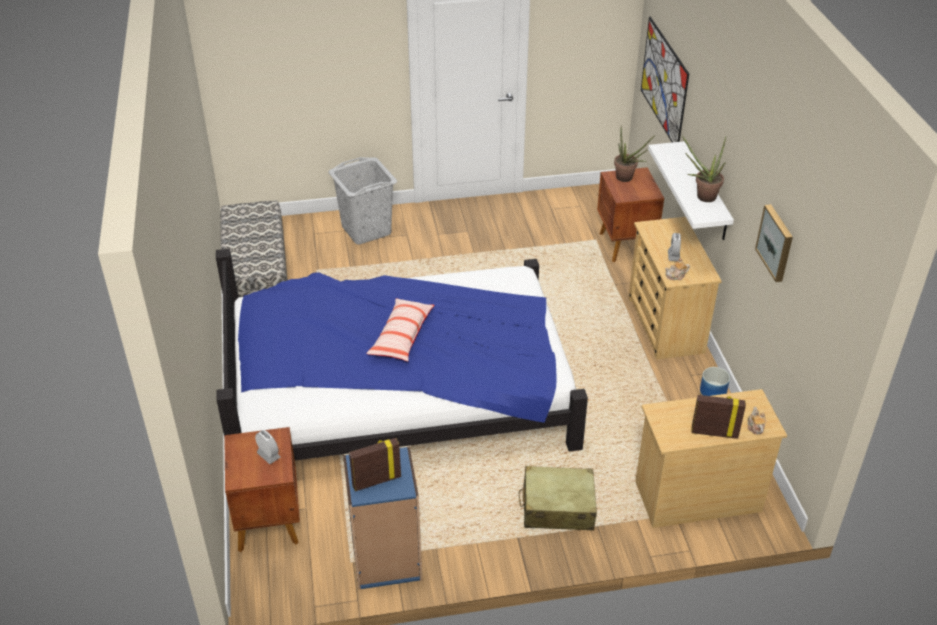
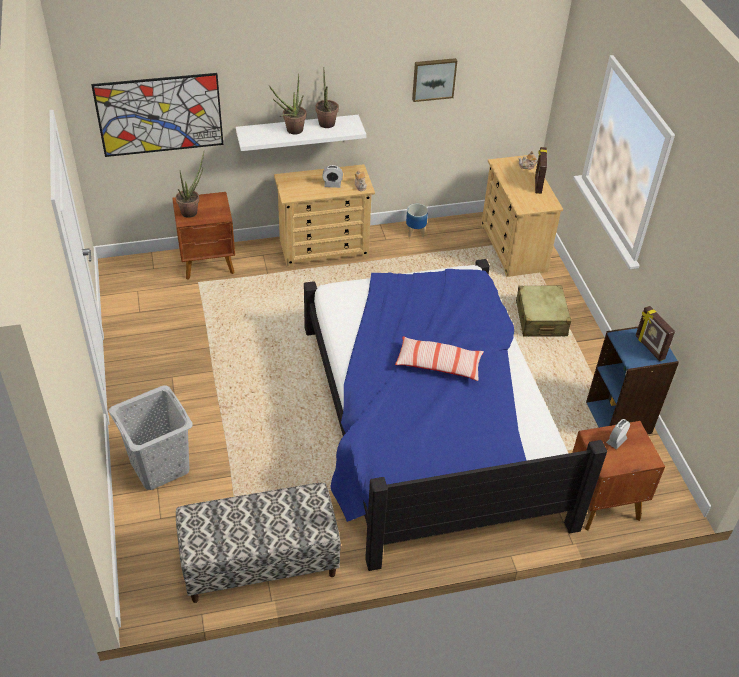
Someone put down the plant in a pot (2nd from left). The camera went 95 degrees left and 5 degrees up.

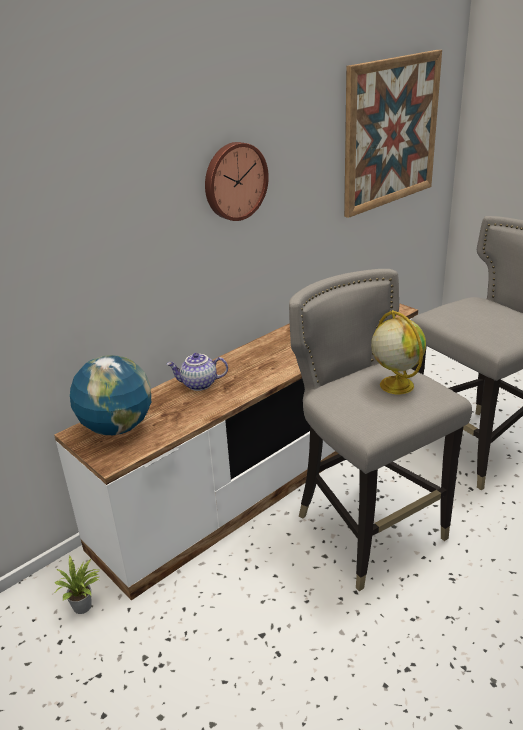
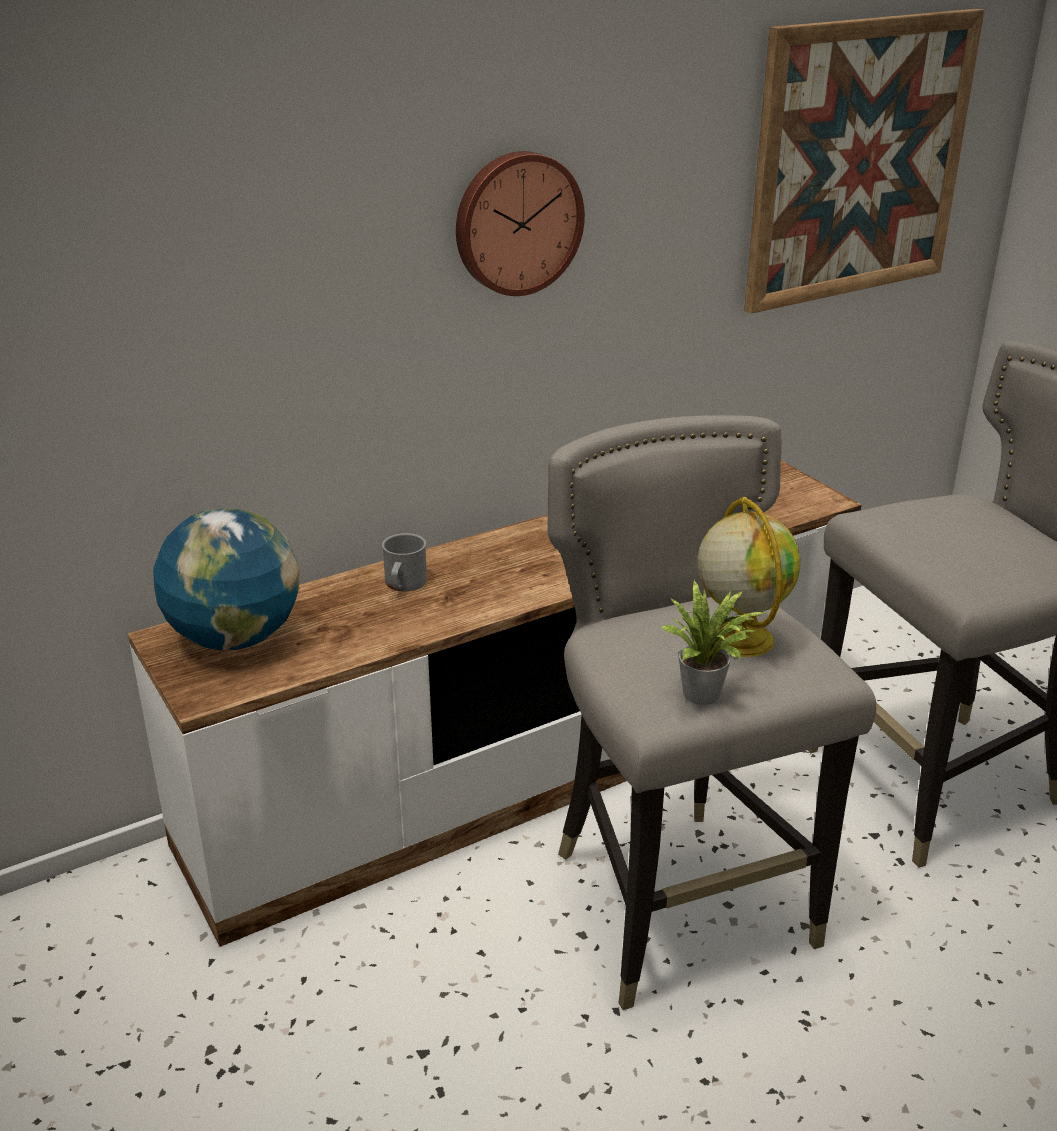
Someone carried the plant in a pot. Someone swapped the tea pot for the gray mug. The camera went 10 degrees right and 0 degrees up.

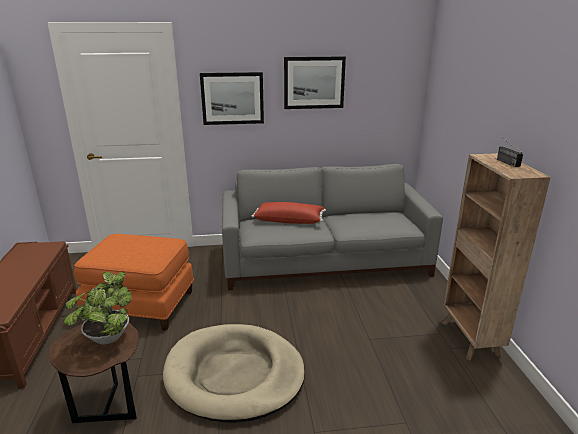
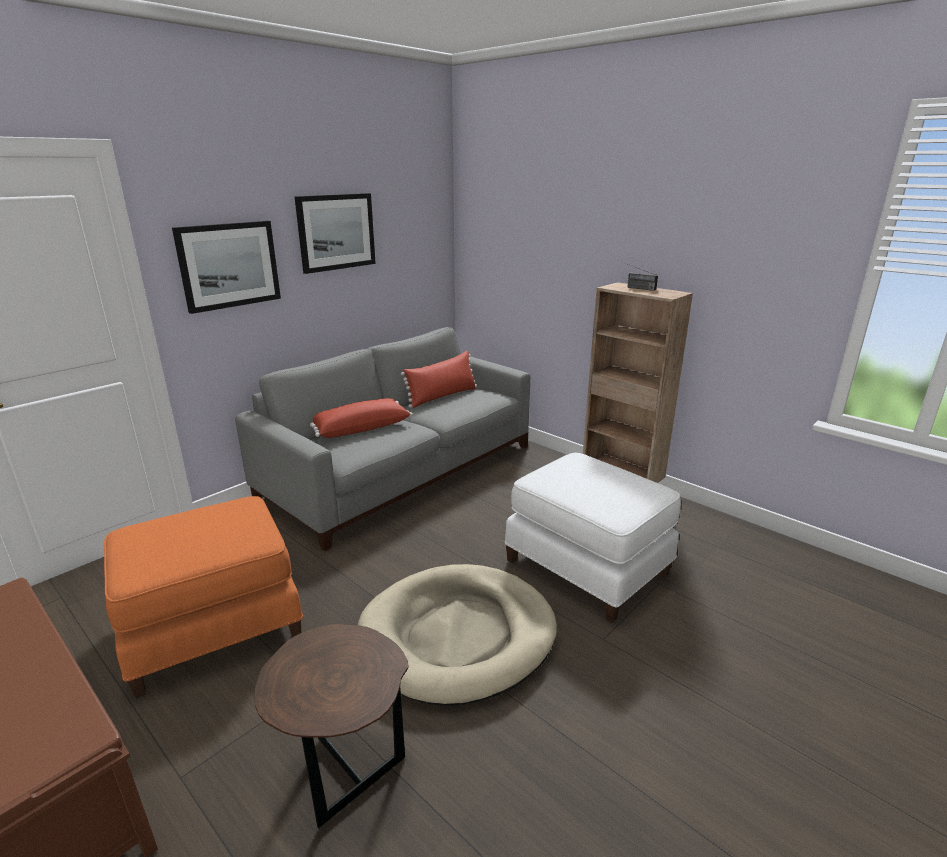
Someone took away the plant in a pot. Someone put down the red-coloured cushion (2nd from left). Someone put down the whitish pouffe. The camera went 40 degrees left and 0 degrees up.

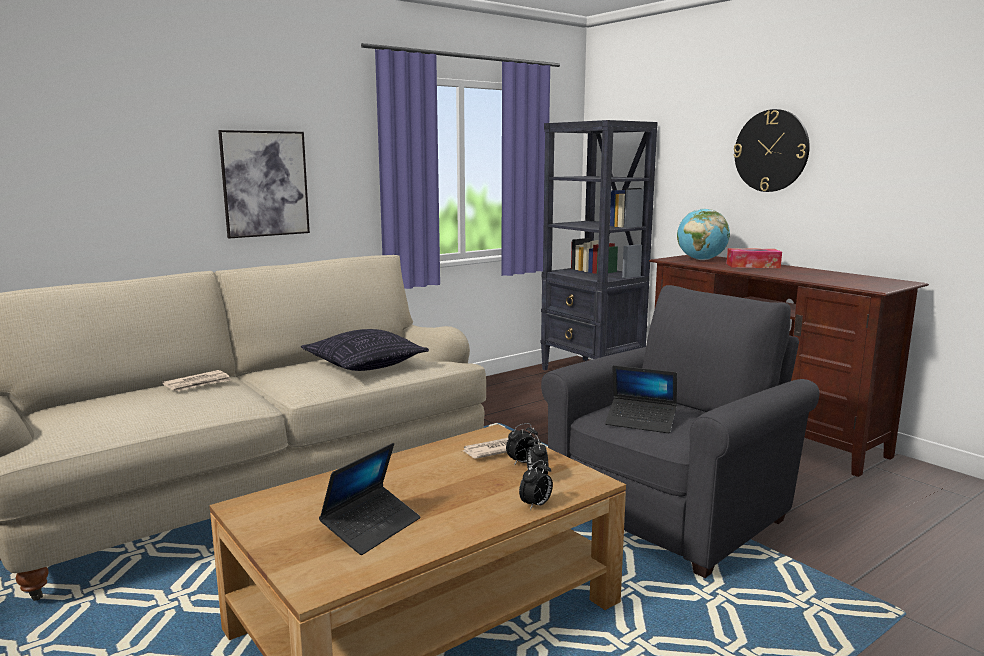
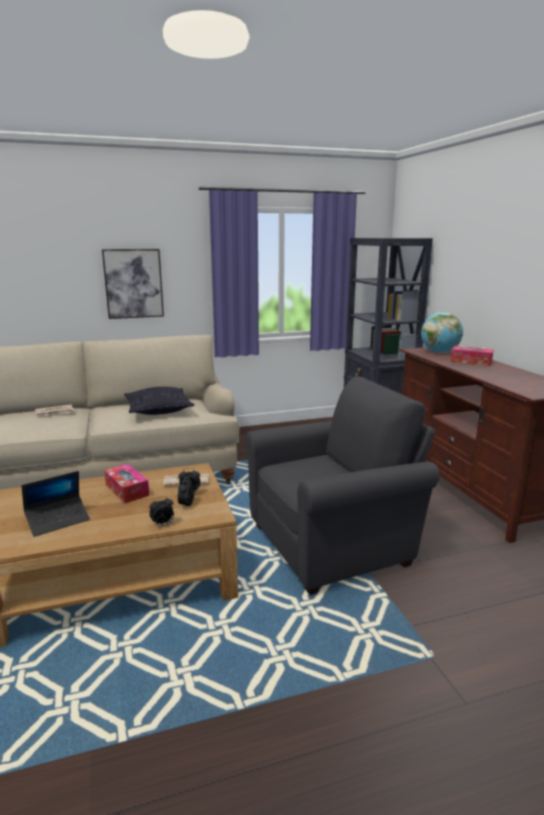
Someone took away the notebook computer (2nd from left). Someone took away the clock on the wall. Someone put down the tissue holder (1st from left). The camera went 20 degrees right and 5 degrees up.

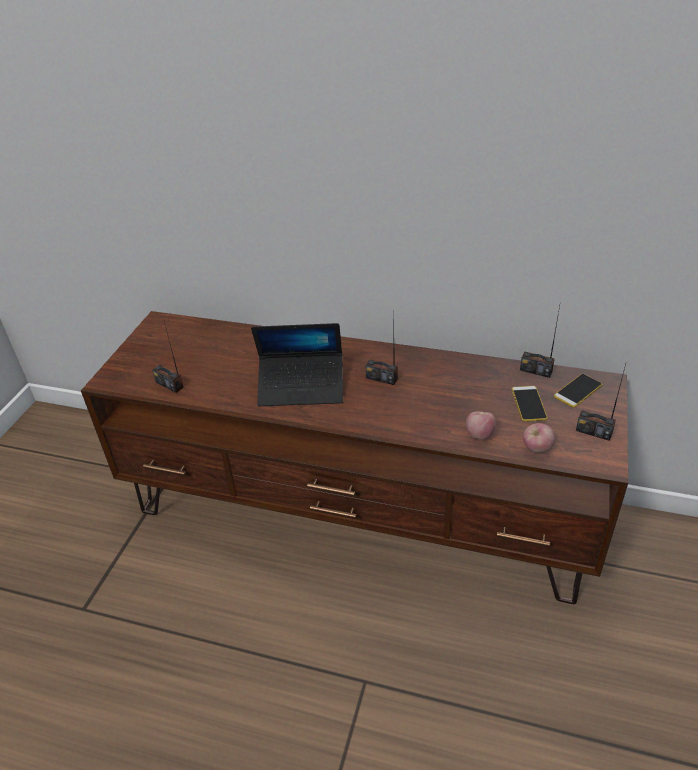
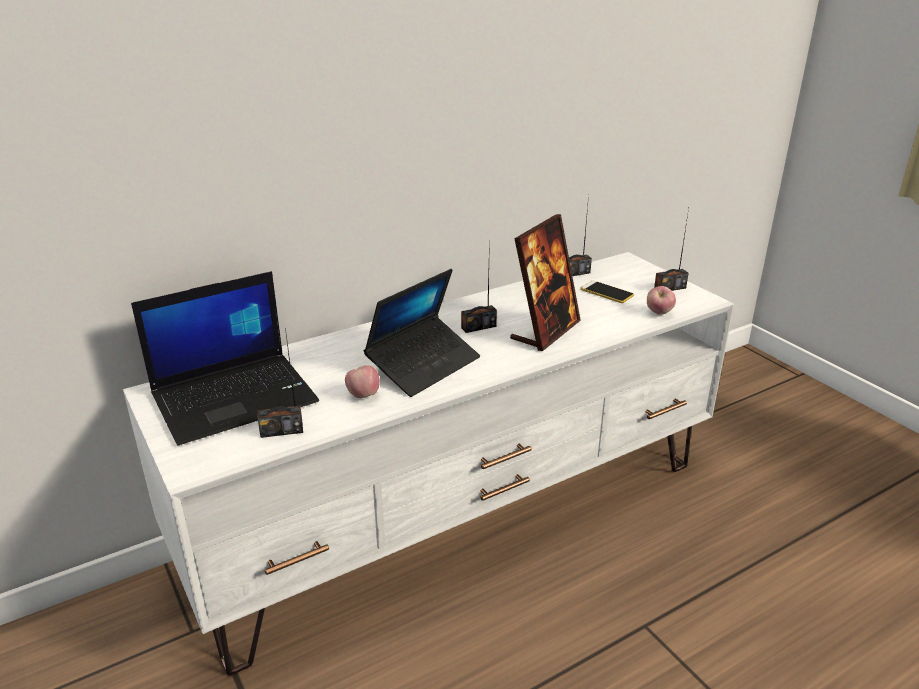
Someone took away the telephone (2nd from left). Someone put down the notebook computer (1st from left). Someone put down the picture frame. Someone carried the whole apple (1st from left). Someone repainted the brown-coloured tv stand, which became the whitish tv stand. The camera went 50 degrees left and 10 degrees down.

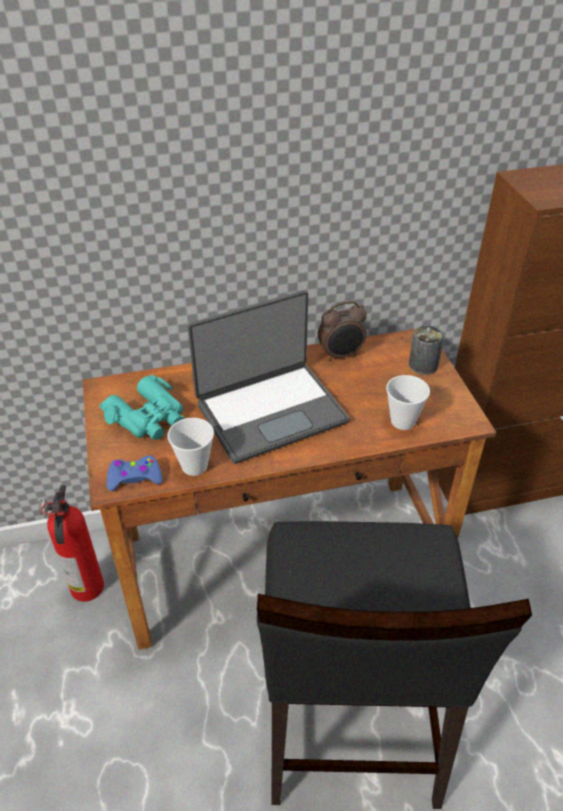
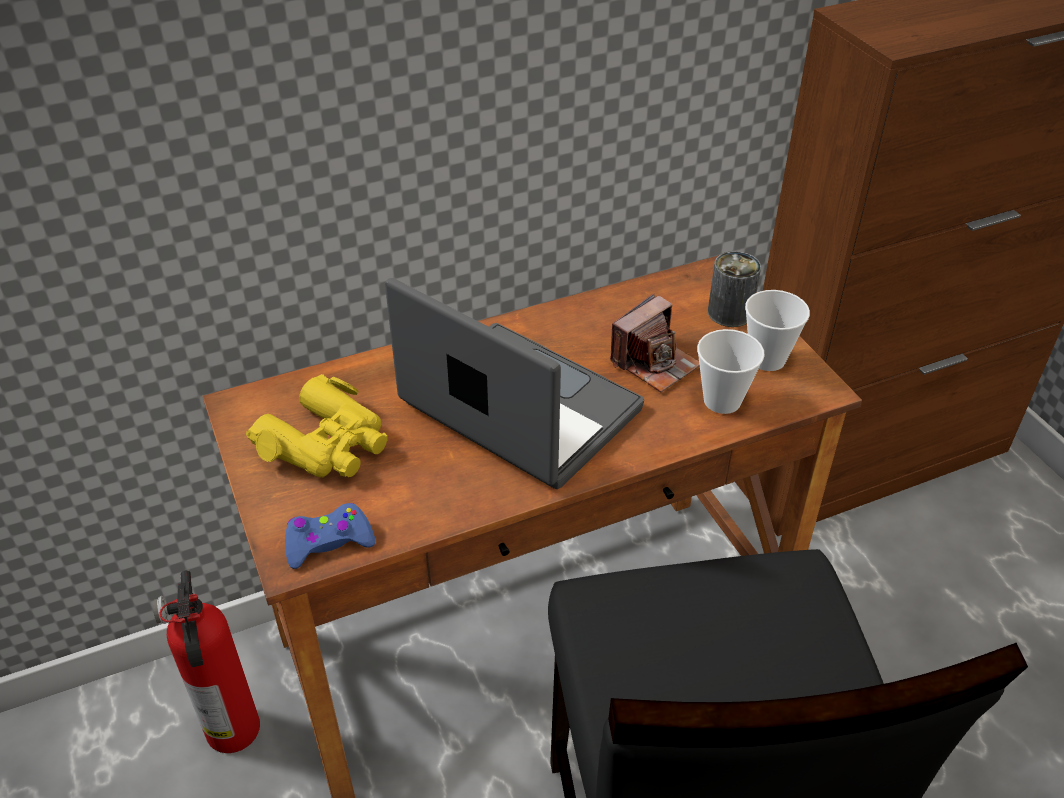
Someone took away the alarm clock. Someone put down the photo camera. Someone carried the cup (1st from left in the first image). Someone repainted the blue-green pair of binoculars, which became the yellow pair of binoculars. Someone rotated the notebook computer by 105 degrees counterclockwise. The camera went 10 degrees left and 0 degrees up.

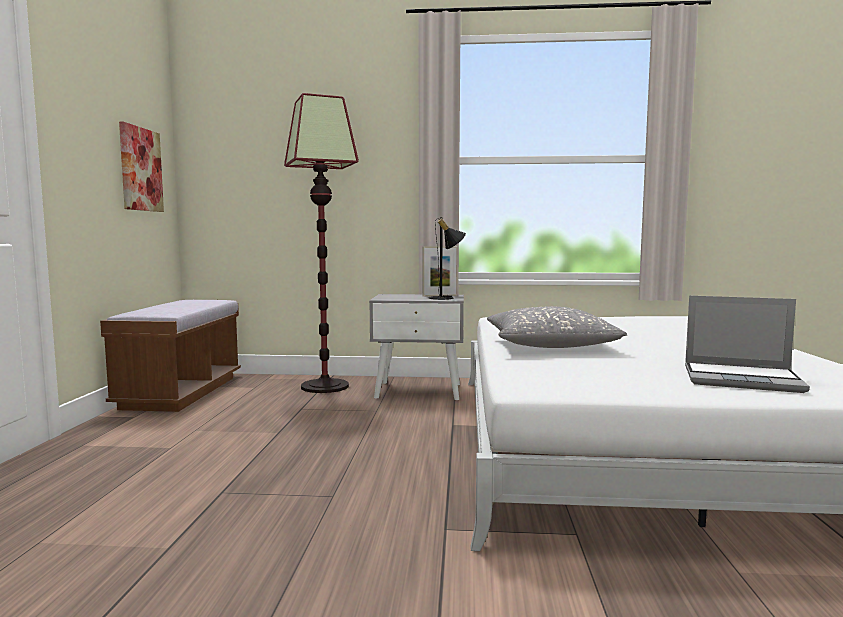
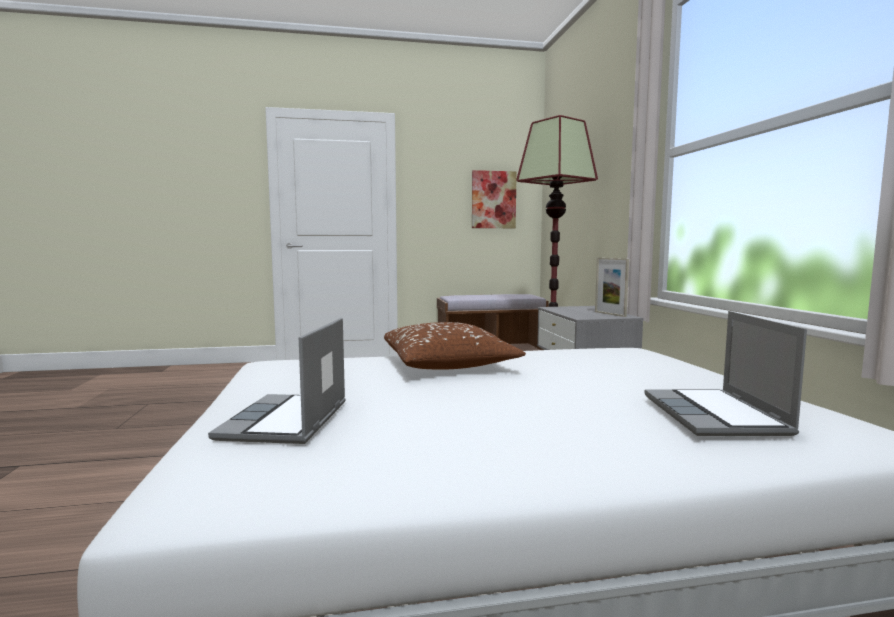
Someone took away the black-coloured lamp for a table. Someone put down the notebook computer (2nd from left). Someone repainted the gray cushion, which became the brown-coloured cushion. The camera went 75 degrees right and 0 degrees up.

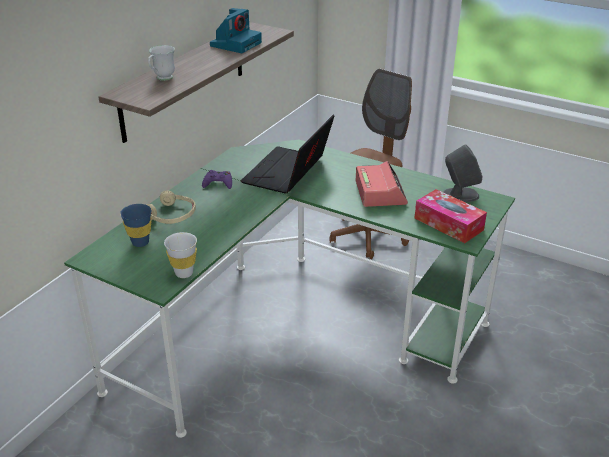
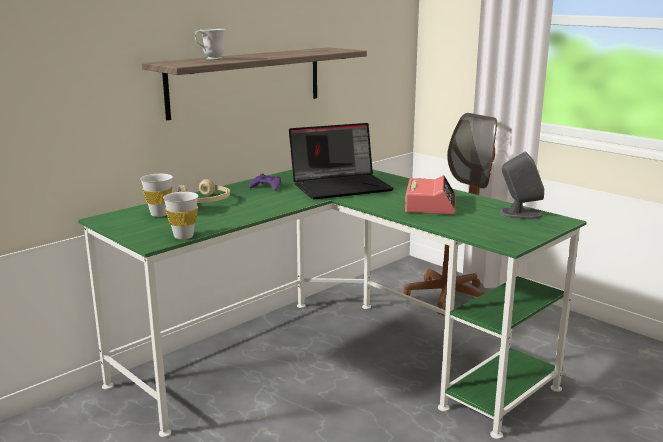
Someone took away the photo camera. Someone took away the tissue holder. Someone repainted the blue cup, which became the whitish cup (1st from left). Someone rotated the notebook computer by 150 degrees counterclockwise. The camera went 15 degrees right and 15 degrees down.

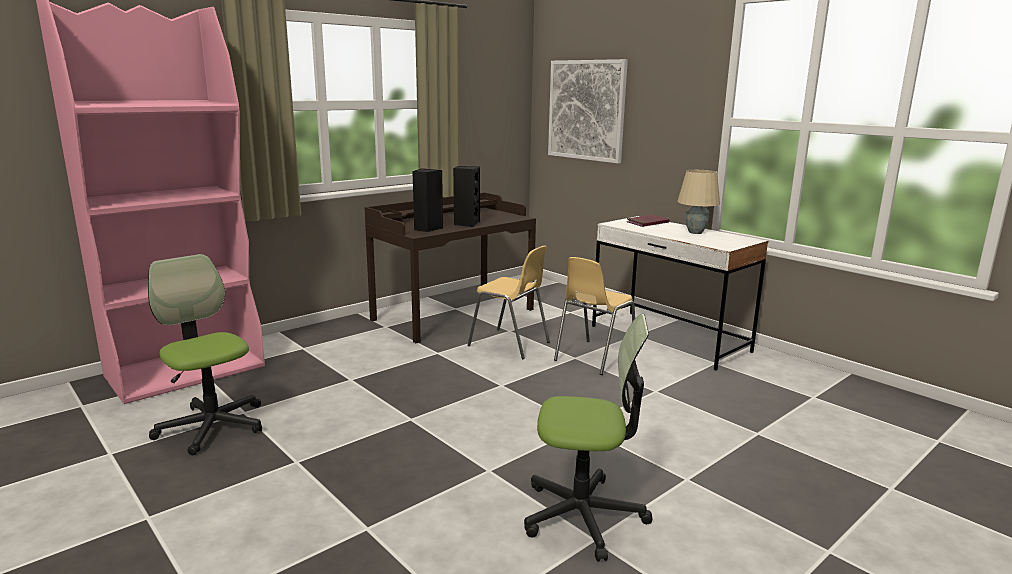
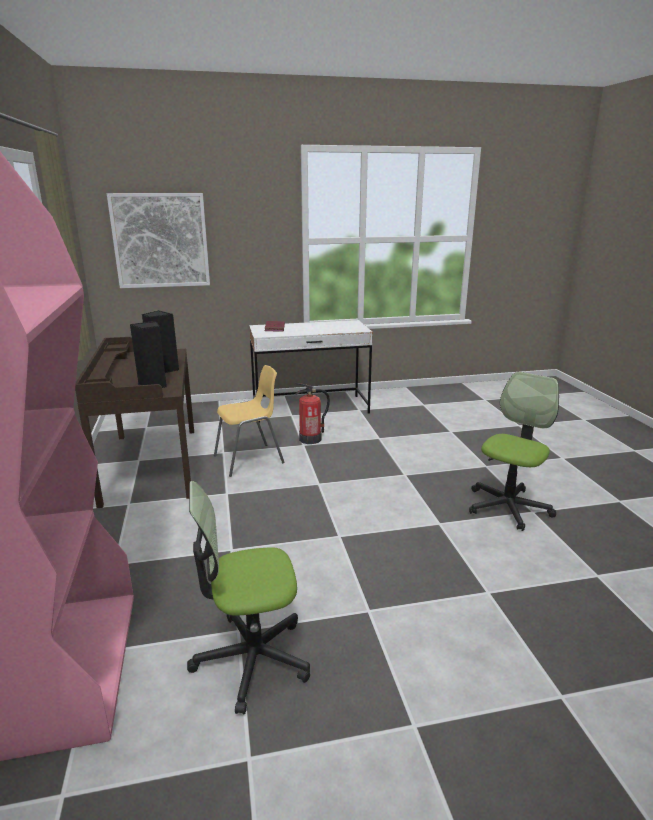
Someone took away the beige-coloured lamp for a table. Someone swapped the yellow chair (2nd from left) for the fire extinguisher. The camera went 60 degrees left and 5 degrees up.

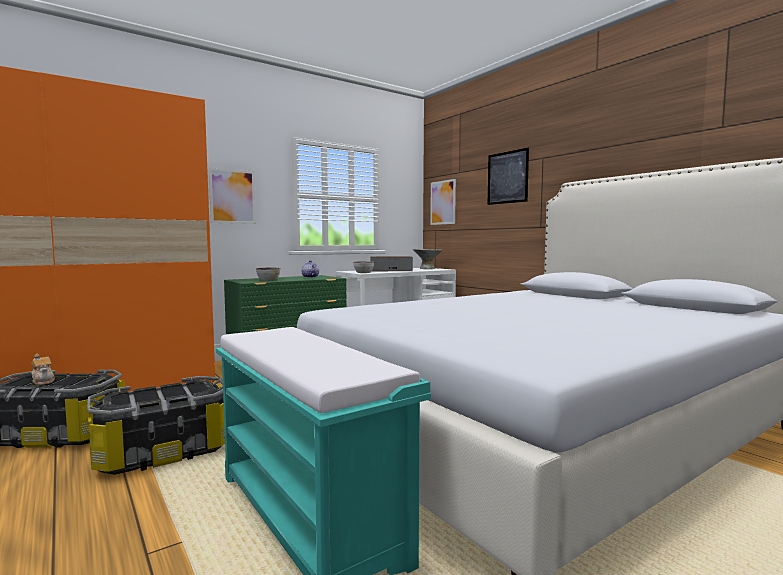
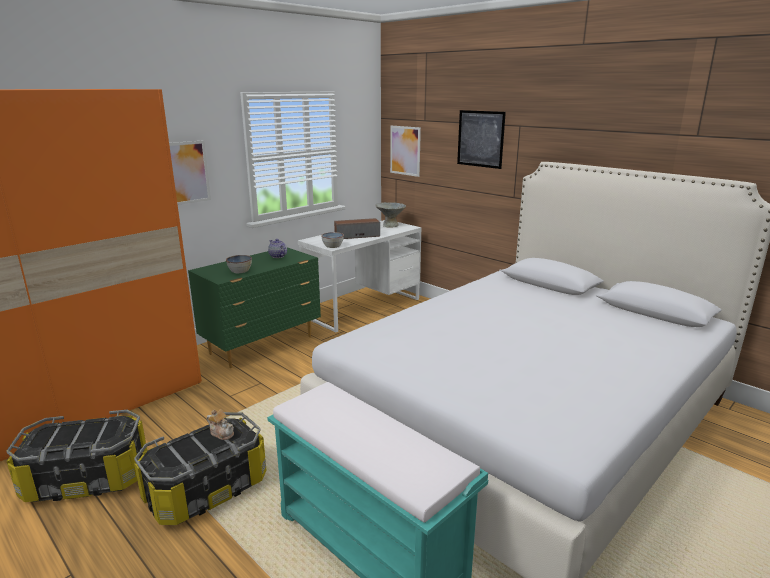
Someone carried the tea pot (1st from left). The camera went 10 degrees left and 15 degrees up.

